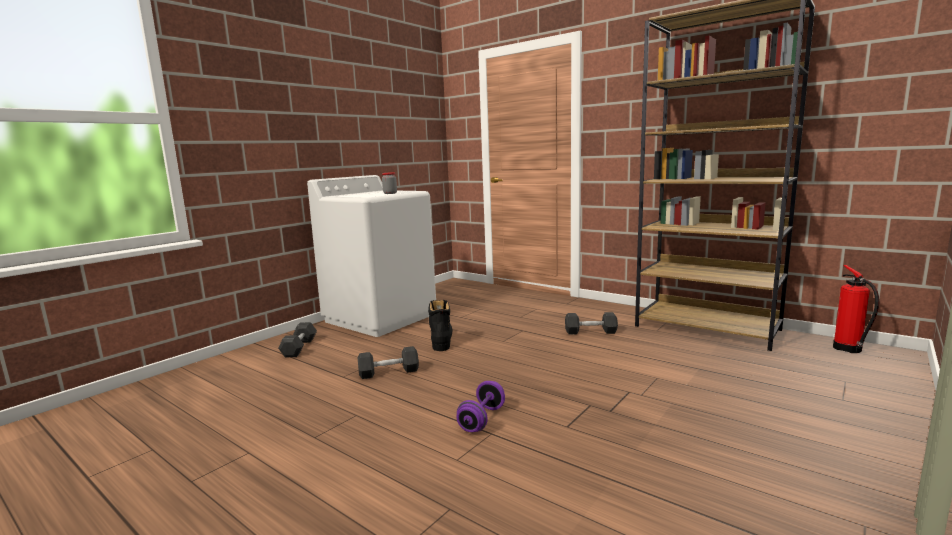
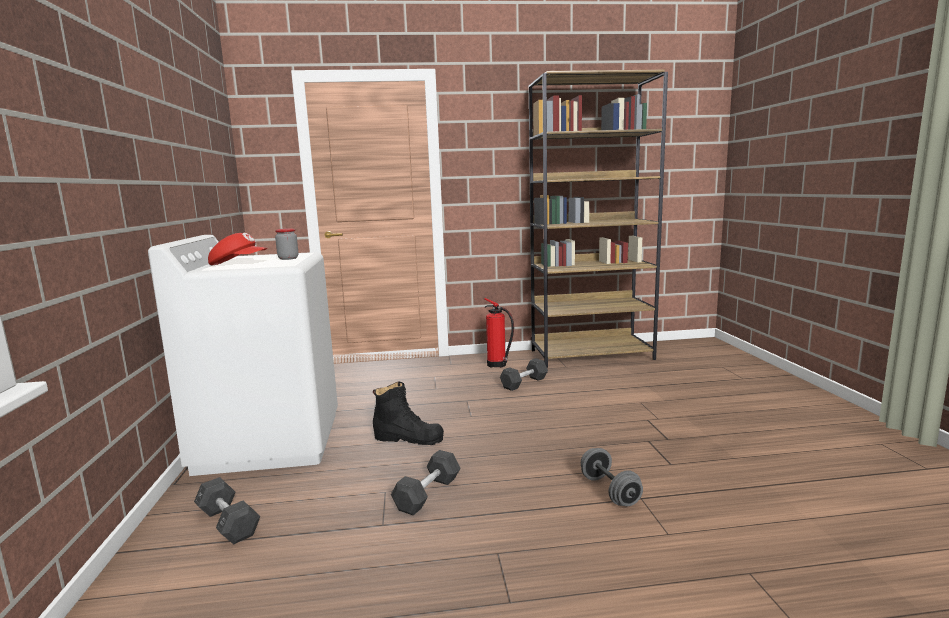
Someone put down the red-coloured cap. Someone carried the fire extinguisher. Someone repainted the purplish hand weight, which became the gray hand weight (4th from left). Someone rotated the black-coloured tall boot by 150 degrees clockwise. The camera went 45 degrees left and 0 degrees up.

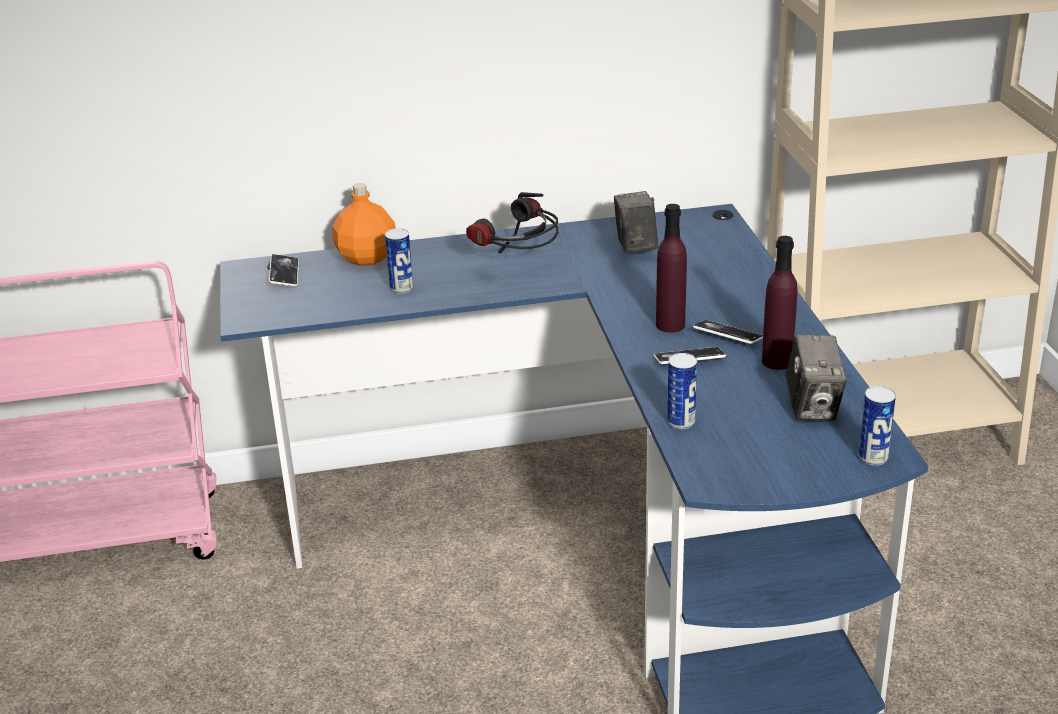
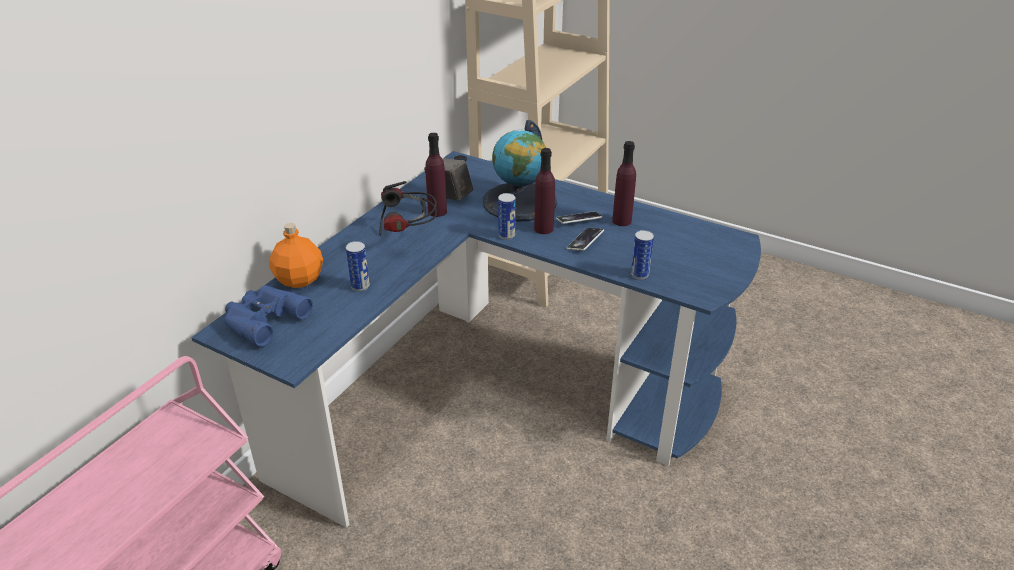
Someone took away the photo camera (2nd from left). Someone put down the purplish drink bottle (1st from left). Someone put down the globe. Someone carried the metal can (3rd from left in the first image). Someone swapped the telephone (1st from left) for the blue pair of binoculars. The camera went 50 degrees left and 5 degrees up.

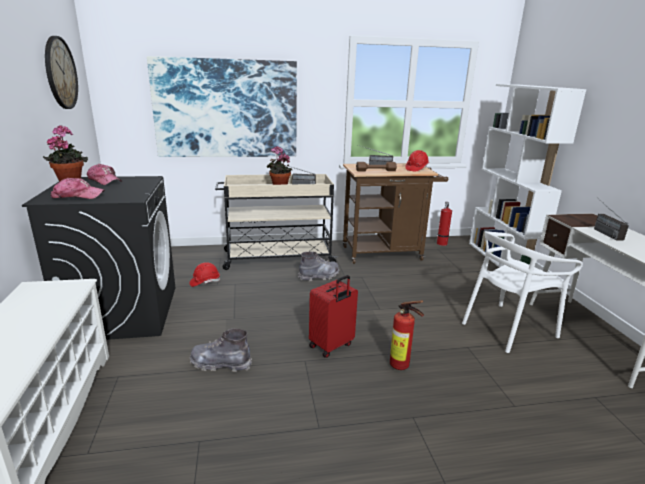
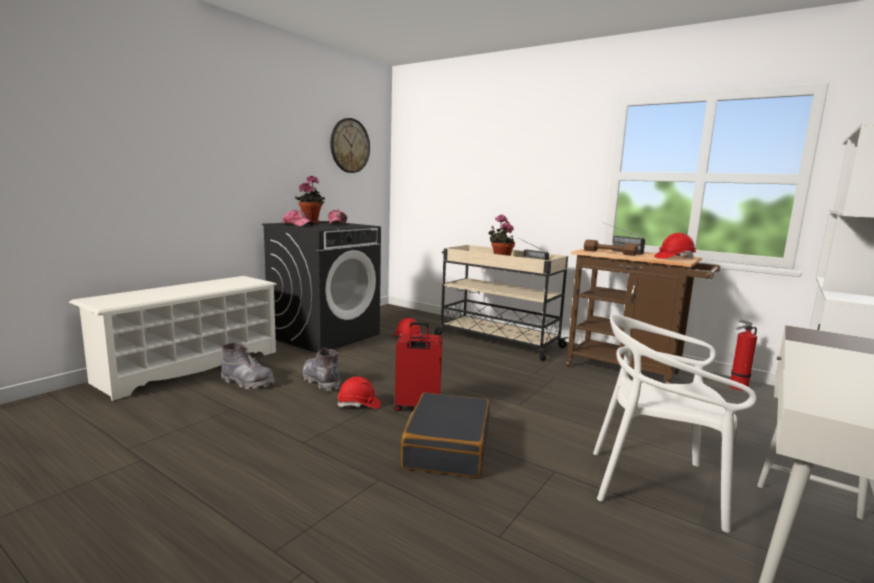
Someone took away the picture. Someone took away the radio (3rd from left). Someone put down the red-coloured hard hat (1st from left). Someone carried the gray tall boot (2nd from left in the first image). Someone swapped the fire extinguisher (1st from left) for the black-coloured suitcase. The camera went 45 degrees right and 10 degrees down.

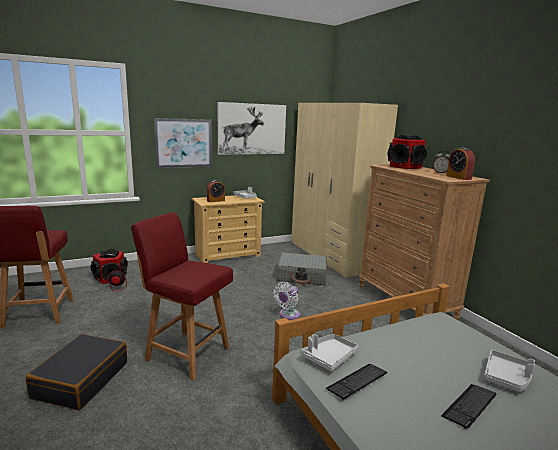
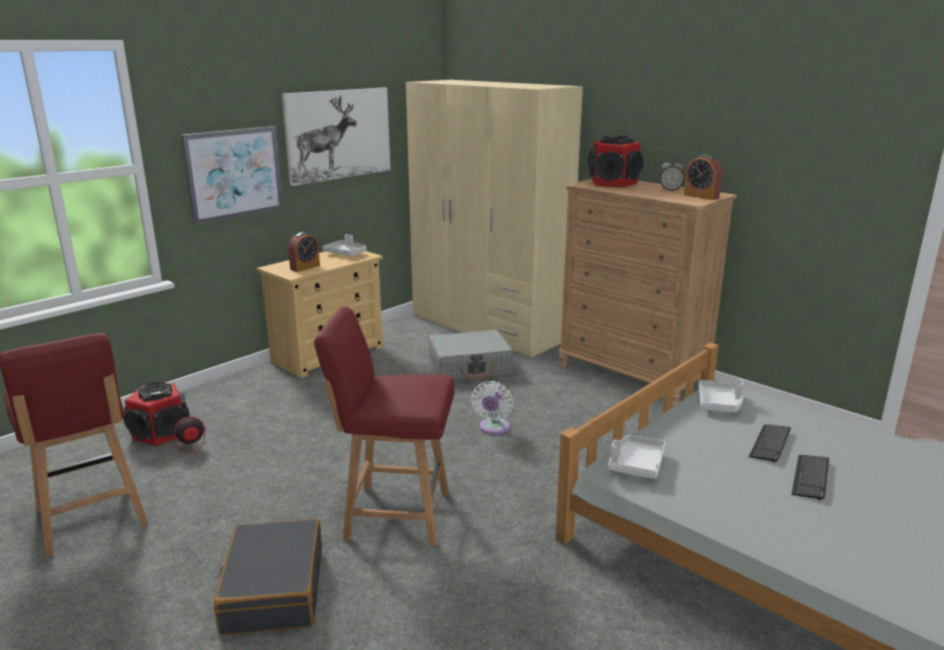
Someone carried the PC keyboard (1st from left). Someone carried the gray carrying tray (3rd from left). The camera went 20 degrees left and 5 degrees up.

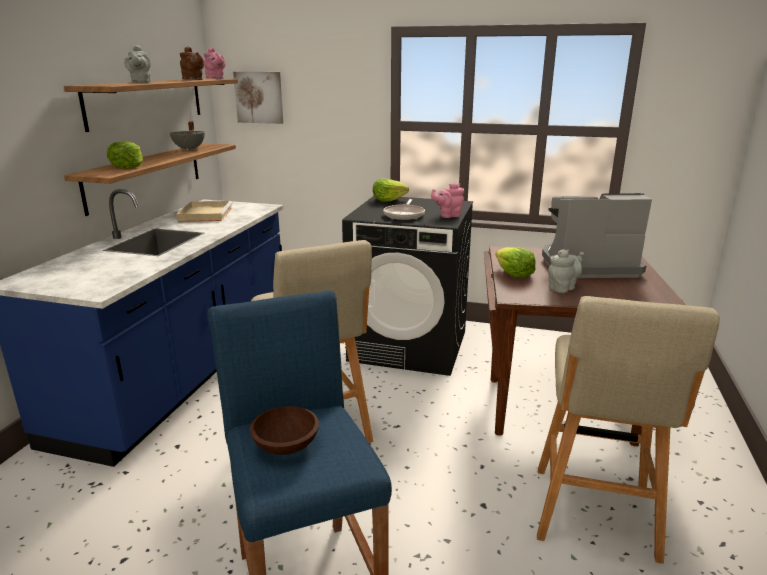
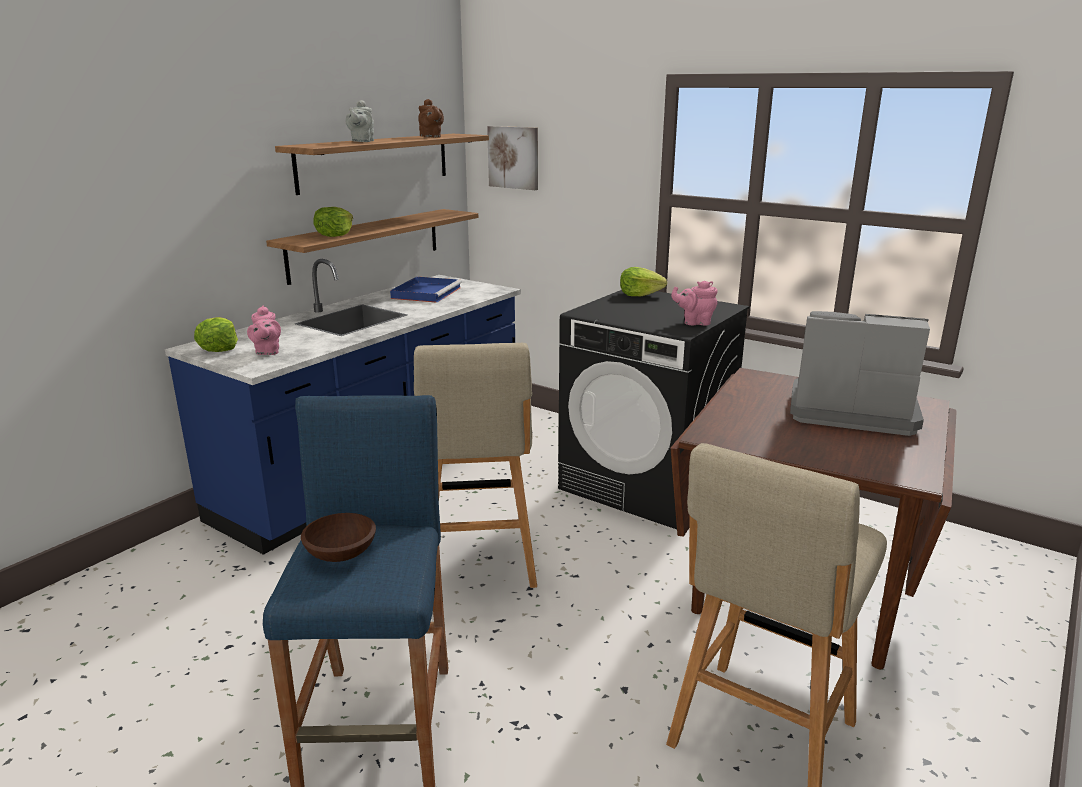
Someone took away the gray stockpot. Someone took away the pan. Someone took away the gray tea pot (2nd from left). Someone carried the pink-coloured tea pot (1st from left). Someone carried the lettuce (3rd from left in the first image). Someone repainted the beige-coloured carrying tray, which became the blue carrying tray. The camera went 20 degrees right and 0 degrees up.

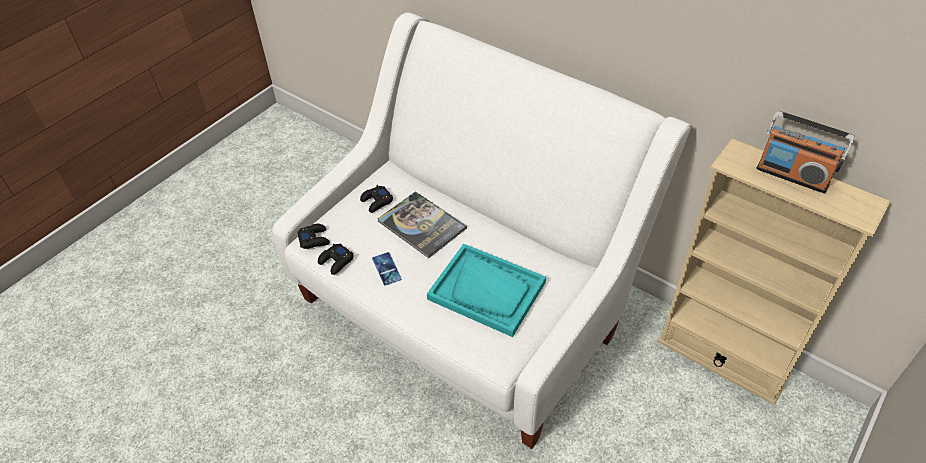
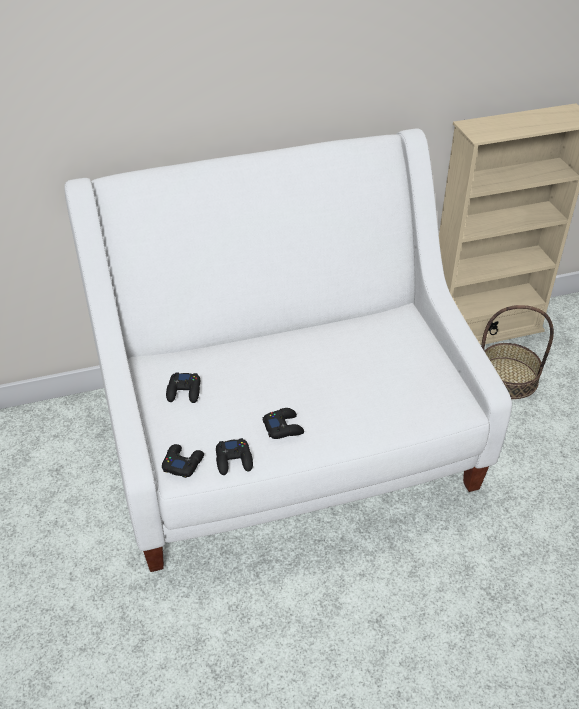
Someone took away the volume. Someone took away the blue-green carrying tray. Someone took away the radio. Someone put down the storage basket. Someone swapped the telephone for the black-coloured joypad (4th from left). The camera went 55 degrees left and 5 degrees down.

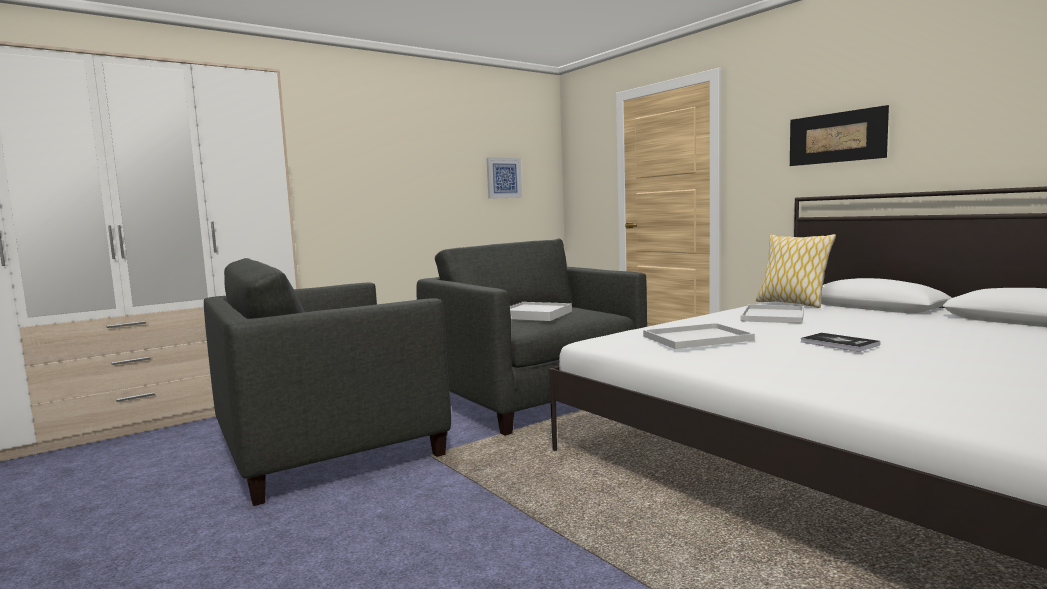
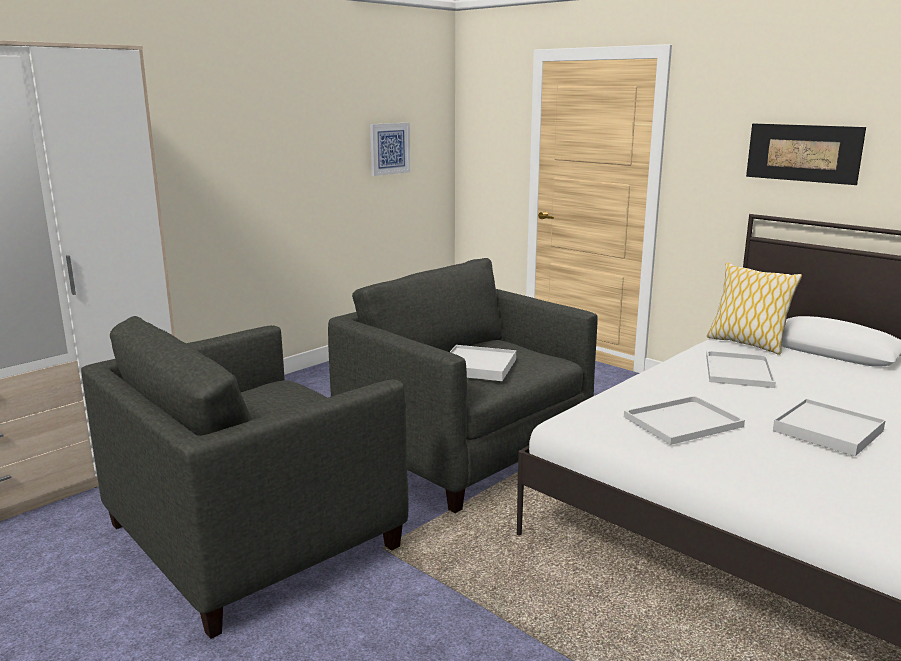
Someone swapped the volume for the whitish carrying tray (4th from left). The camera went 10 degrees left and 10 degrees up.

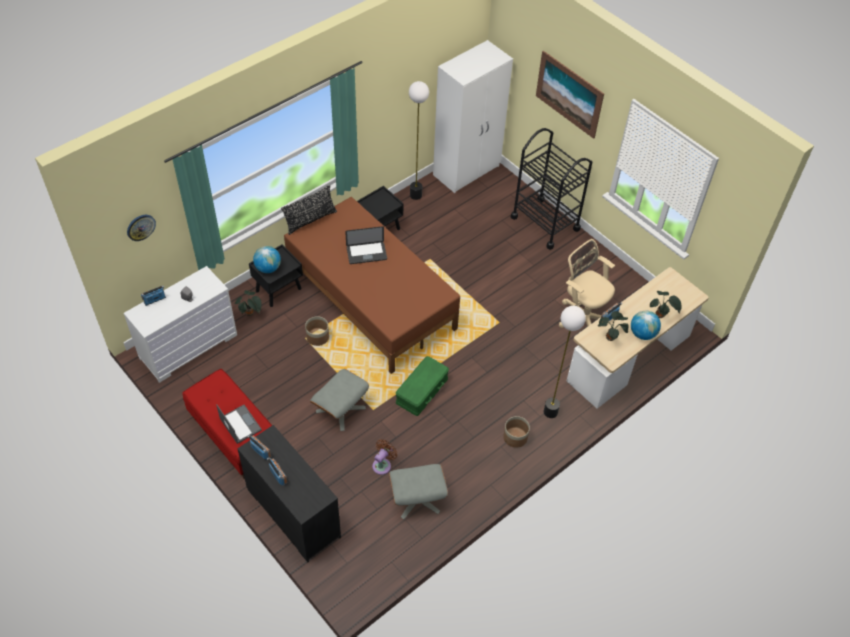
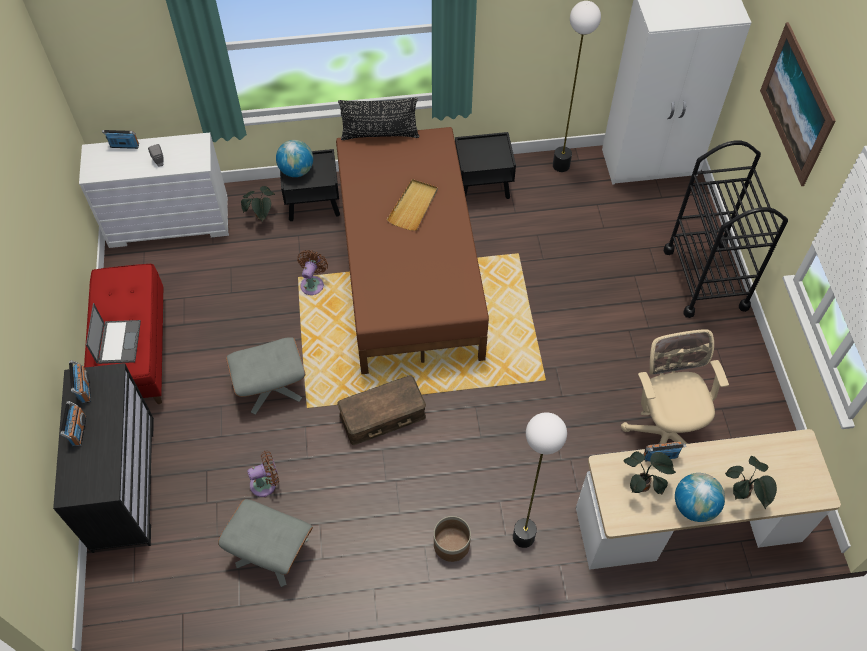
Someone took away the clock on the wall. Someone swapped the plant pot (1st from left) for the brown-coloured cooling fan (2nd from left). Someone swapped the notebook computer (2nd from left) for the beige-coloured carrying tray. Someone repainted the greenish storage box, which became the brown-coloured storage box. The camera went 35 degrees right and 5 degrees up.

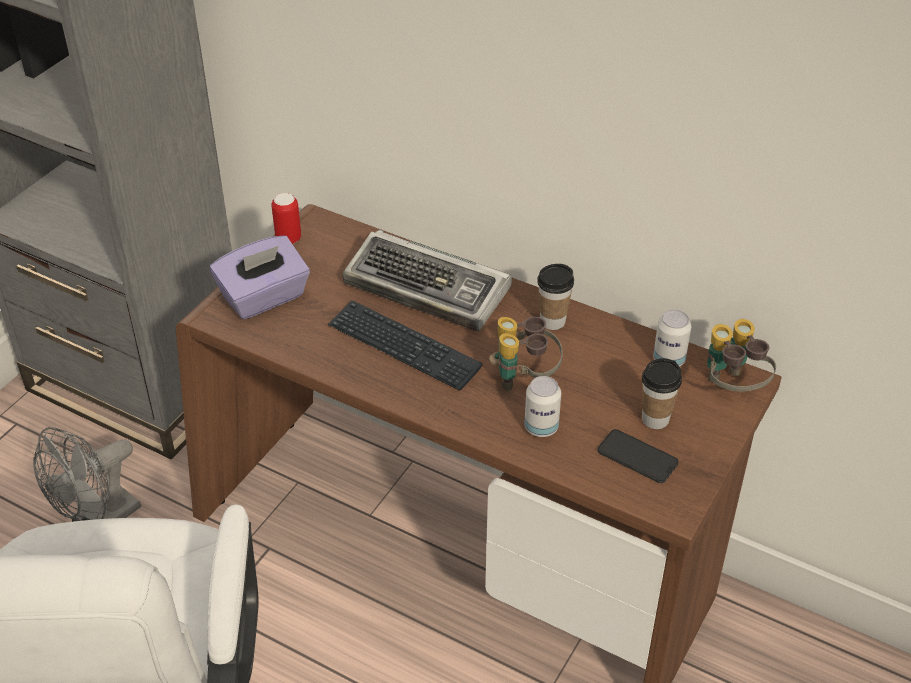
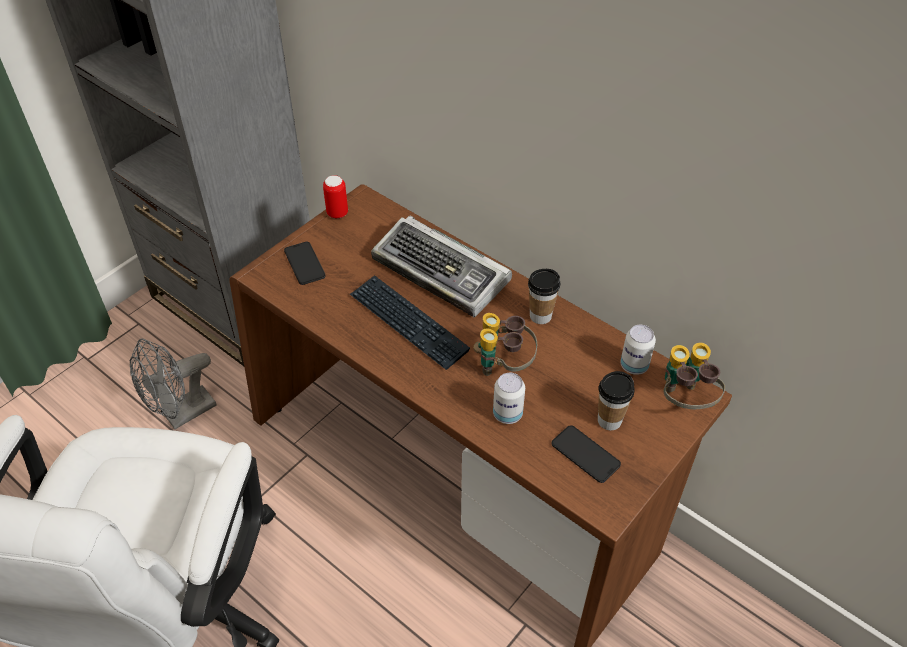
Someone swapped the purplish tissue holder for the telephone (1st from left). The camera went 10 degrees right and 5 degrees up.

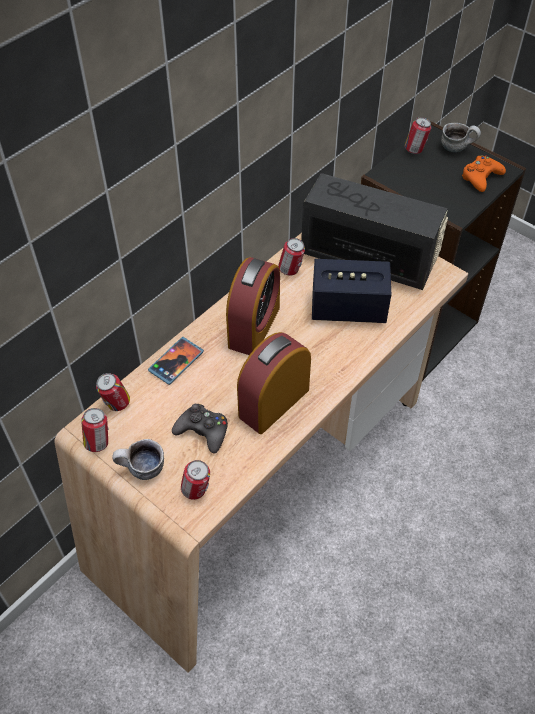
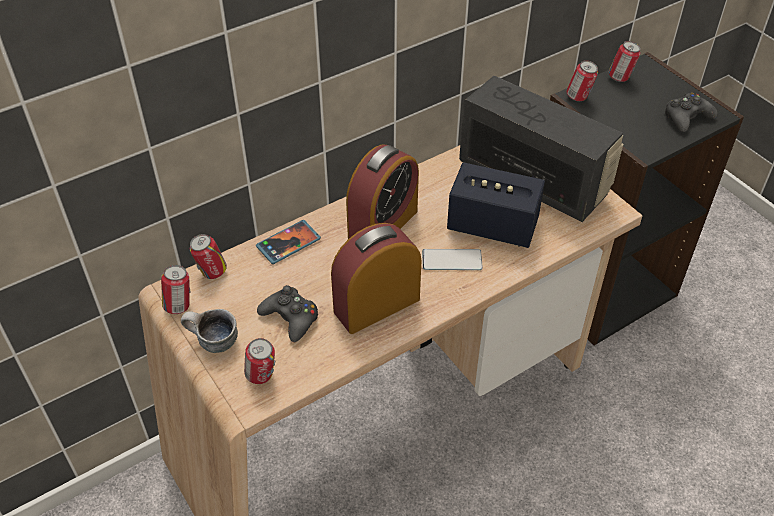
Someone took away the mug (2nd from left). Someone put down the telephone (2nd from left). Someone carried the metal can (4th from left). Someone repainted the orangey joypad, which became the black-coloured joypad (2nd from left). The camera went 15 degrees right and 5 degrees down.

